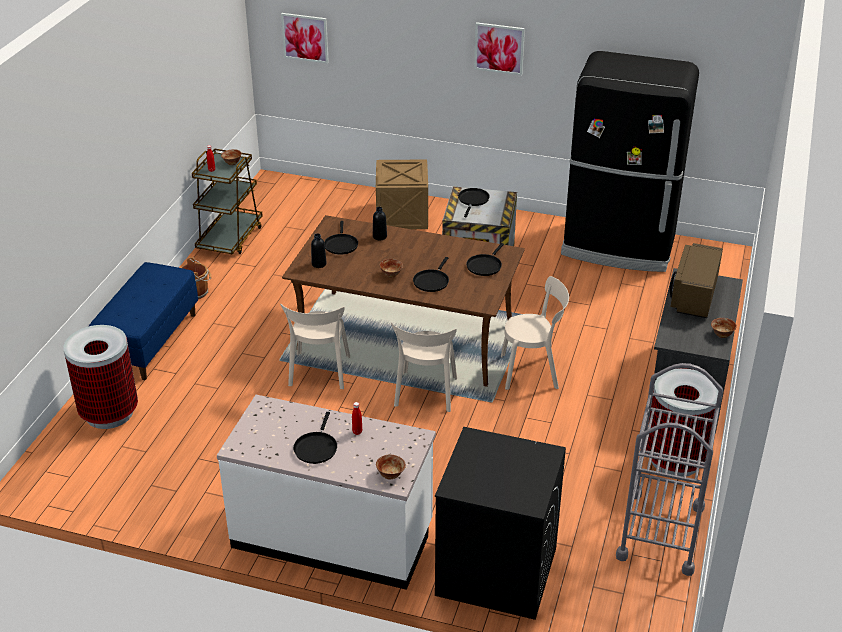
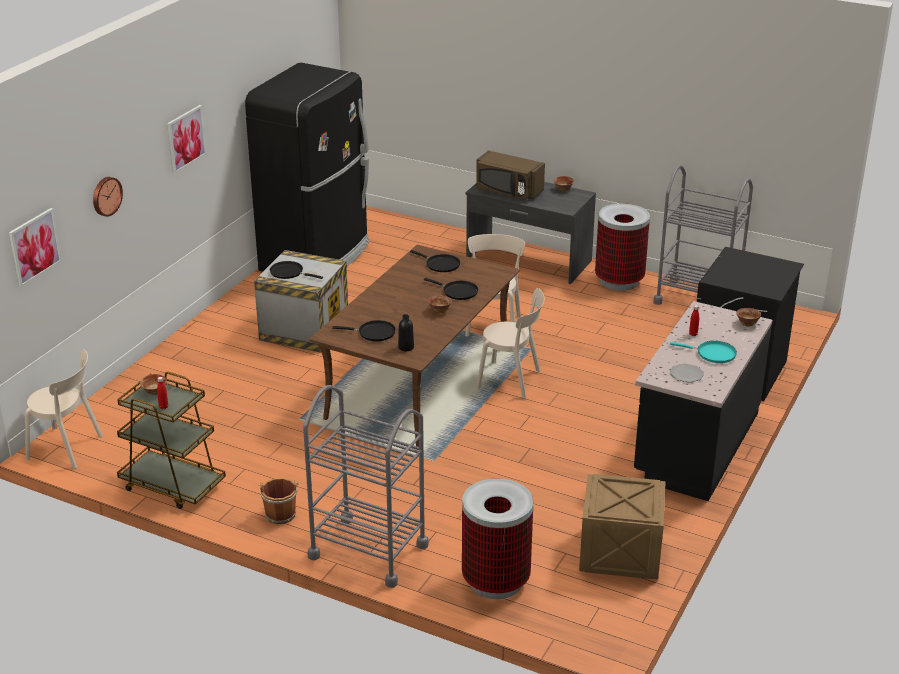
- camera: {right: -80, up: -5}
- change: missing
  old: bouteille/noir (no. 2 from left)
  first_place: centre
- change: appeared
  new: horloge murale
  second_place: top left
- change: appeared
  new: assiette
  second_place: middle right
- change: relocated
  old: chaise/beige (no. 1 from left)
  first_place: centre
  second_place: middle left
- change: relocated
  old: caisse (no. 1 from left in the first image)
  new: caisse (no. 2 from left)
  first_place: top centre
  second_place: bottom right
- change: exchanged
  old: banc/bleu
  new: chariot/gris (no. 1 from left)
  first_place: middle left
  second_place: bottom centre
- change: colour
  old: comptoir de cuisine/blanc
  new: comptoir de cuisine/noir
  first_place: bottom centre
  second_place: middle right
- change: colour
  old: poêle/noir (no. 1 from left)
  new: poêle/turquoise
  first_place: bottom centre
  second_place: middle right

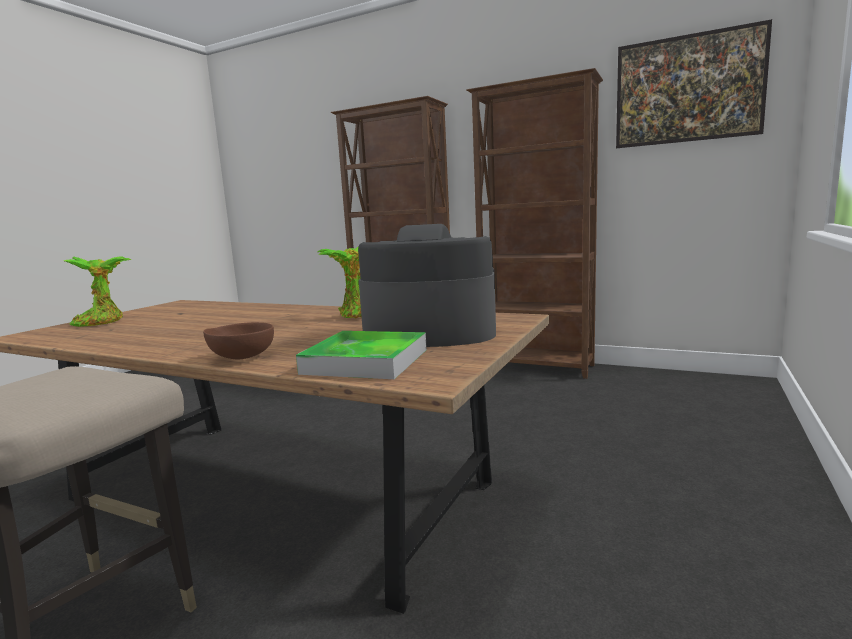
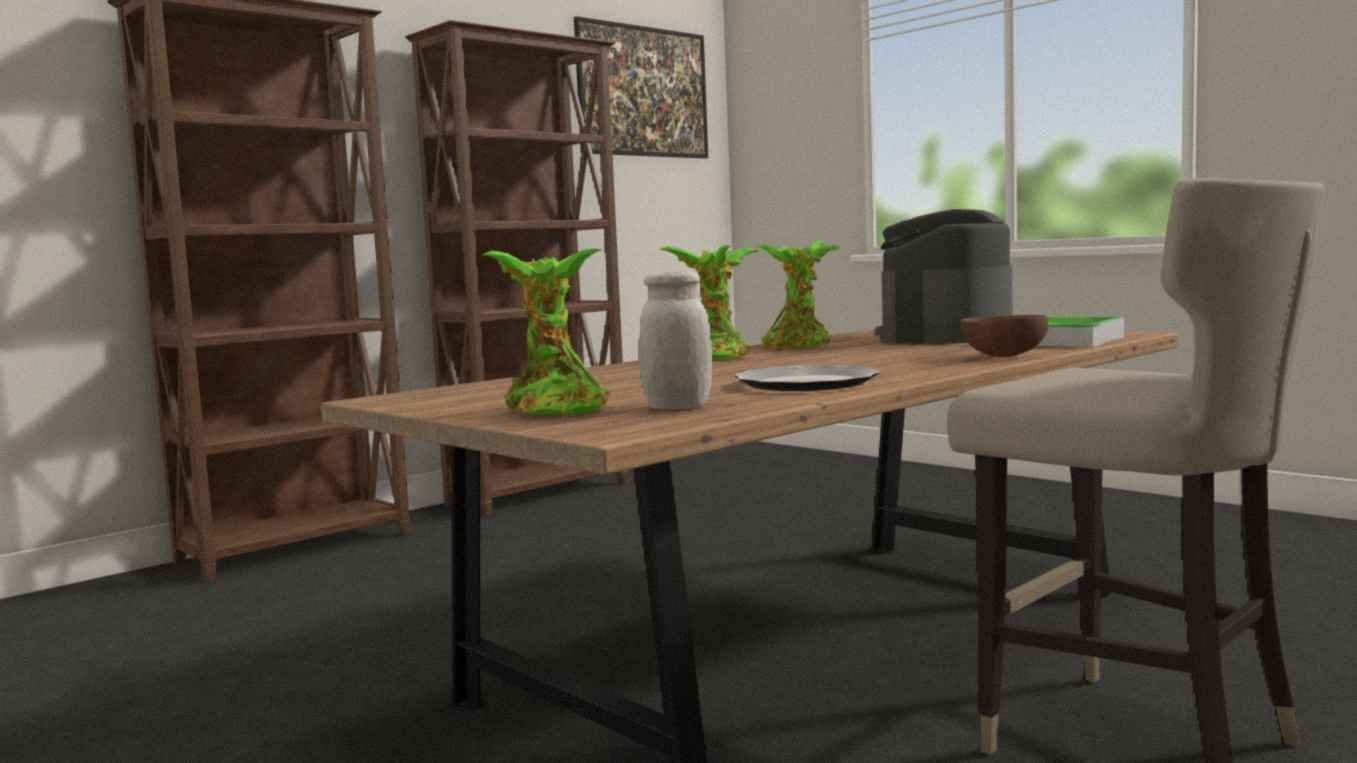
- camera: {right: -70, up: -5}
- change: appeared
  new: bocal/blanc
  second_place: centre
- change: appeared
  new: plante en pot (no. 2 from left)
  second_place: centre
- change: appeared
  new: assiette
  second_place: centre

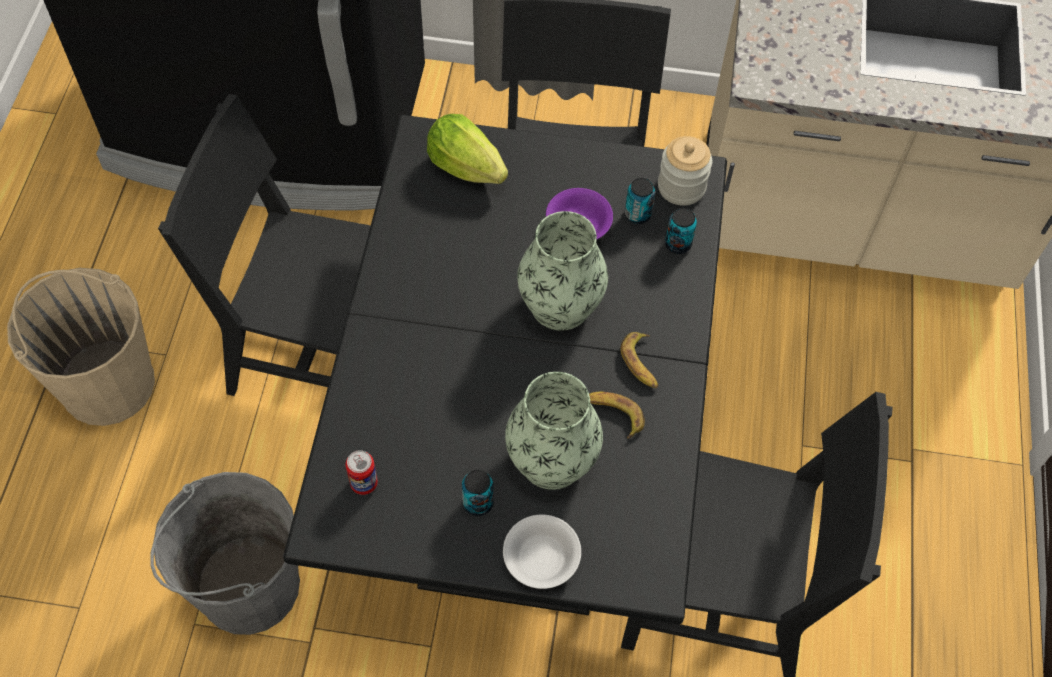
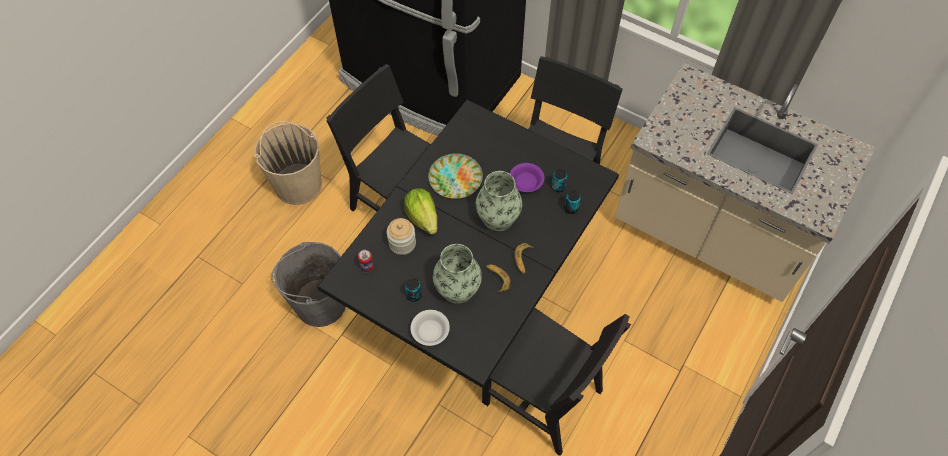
- camera: {right: 25, up: 0}
- change: appeared
  new: assiette
  second_place: centre
- change: relocated
  old: laitue
  first_place: top centre
  second_place: centre
- change: relocated
  old: bocal
  first_place: top centre
  second_place: centre

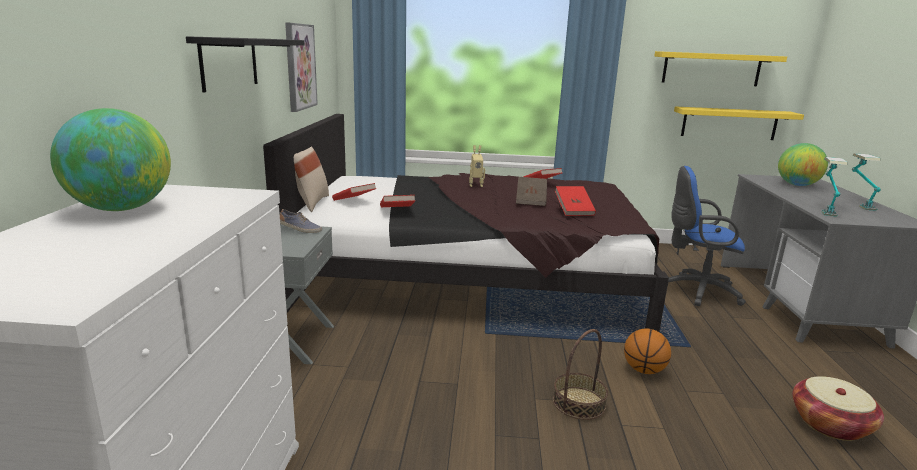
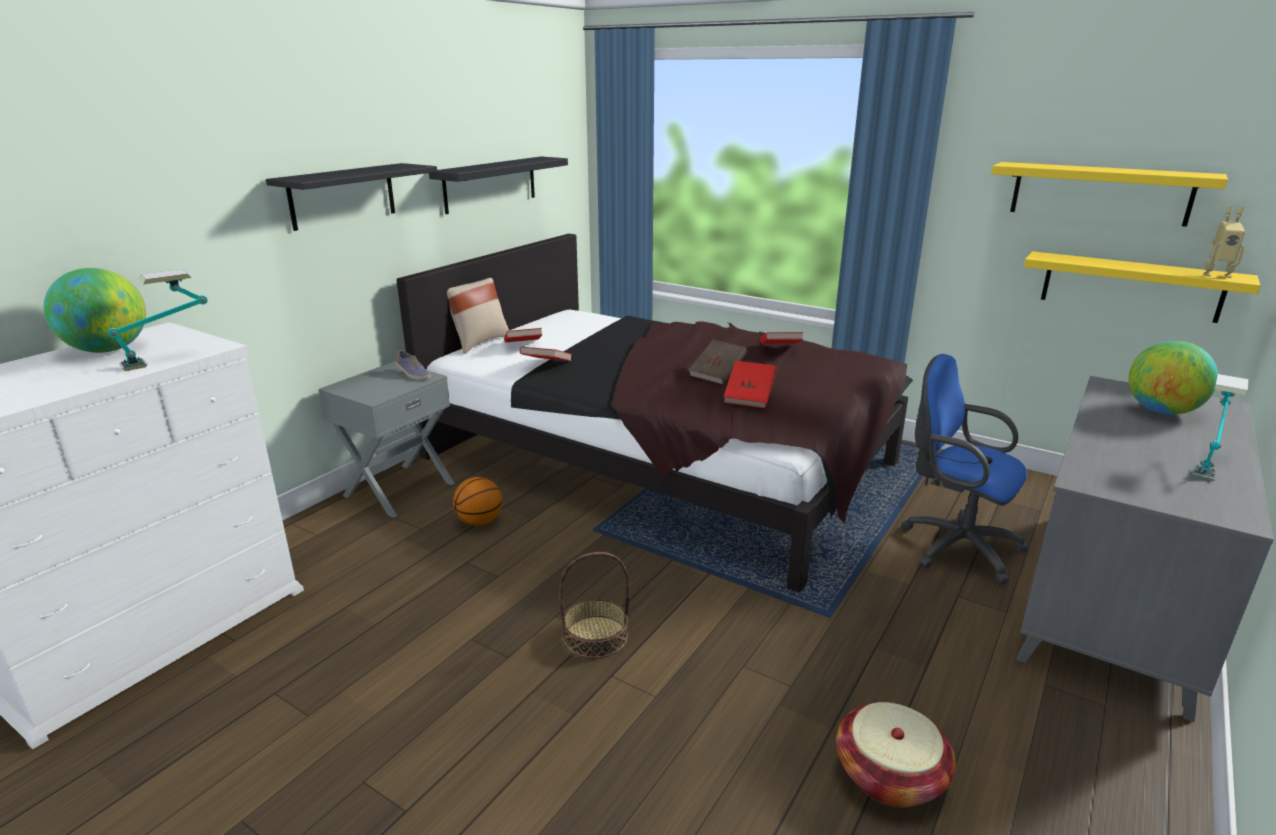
- camera: {right: 30, up: 5}
- change: relocated
  old: robot jouet
  first_place: centre
  second_place: top right
- change: relocated
  old: ballon de basket
  first_place: bottom right
  second_place: centre
- change: relocated
  old: lampe de table (no. 1 from left)
  first_place: middle right
  second_place: middle left
- change: exchanged
  old: tableau
  new: étagère/noir (no. 2 from left)
  first_place: top left
  second_place: top centre

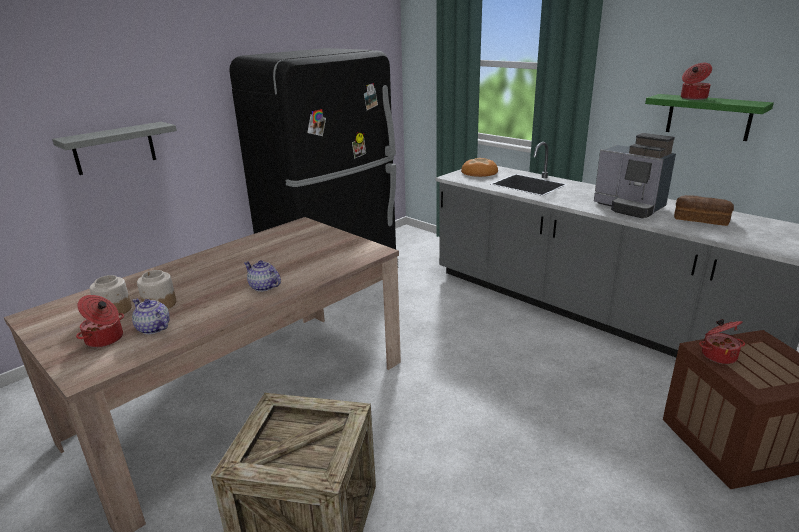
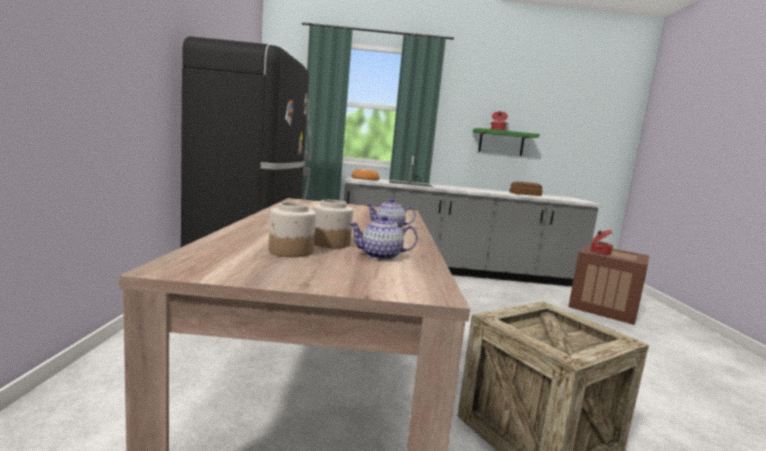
- camera: {right: -45, up: -15}
- change: missing
  old: étagère/gris
  first_place: top left
- change: missing
  old: marmite (no. 1 from left)
  first_place: middle left
- change: missing
  old: machine à café
  first_place: top right

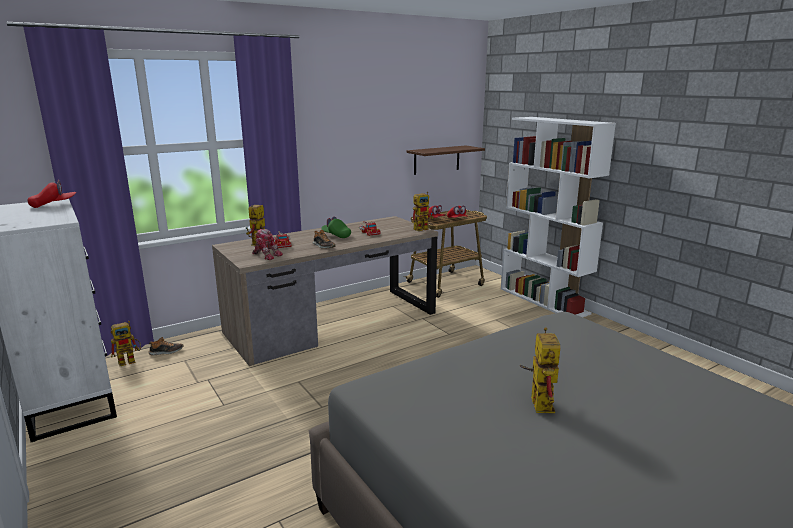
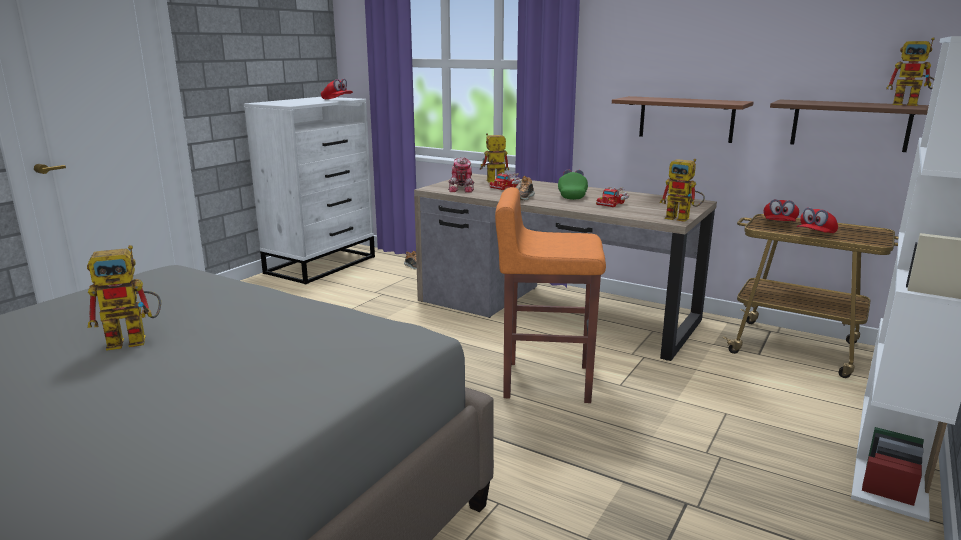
- camera: {right: 65, up: 0}
- change: appeared
  new: tabouret/orange
  second_place: centre
- change: appeared
  new: étagère/marron (no. 1 from left)
  second_place: top right
- change: relocated
  old: robot jouet (no. 1 from left in the first image)
  new: robot jouet (no. 5 from left)
  first_place: middle left
  second_place: top right

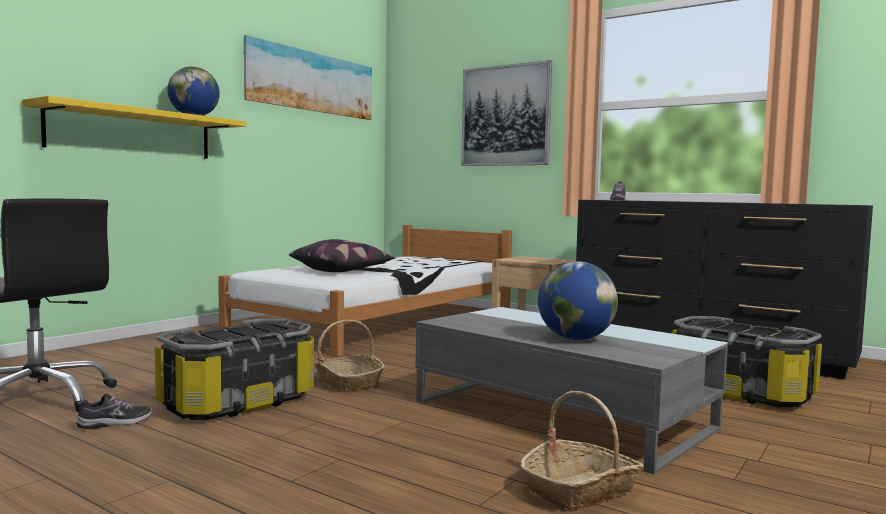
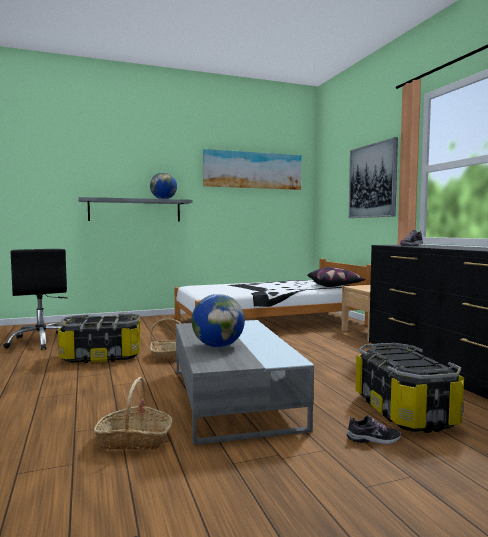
- camera: {right: 35, up: 0}
- change: relocated
  old: chaussure (no. 1 from left)
  first_place: bottom left
  second_place: bottom right
- change: relocated
  old: coussin
  first_place: centre
  second_place: middle right
- change: colour
  old: étagère/jaune
  new: étagère/gris
  first_place: top left
  second_place: middle left

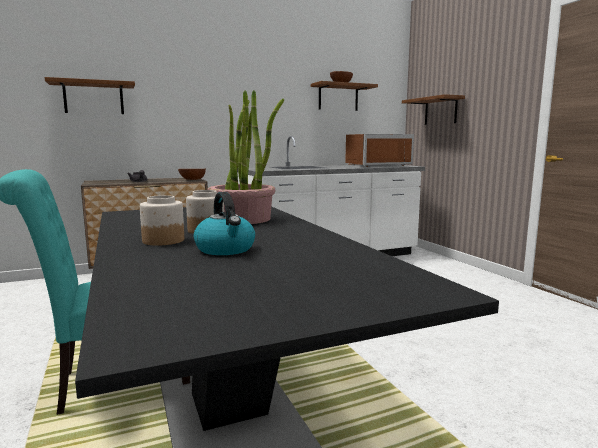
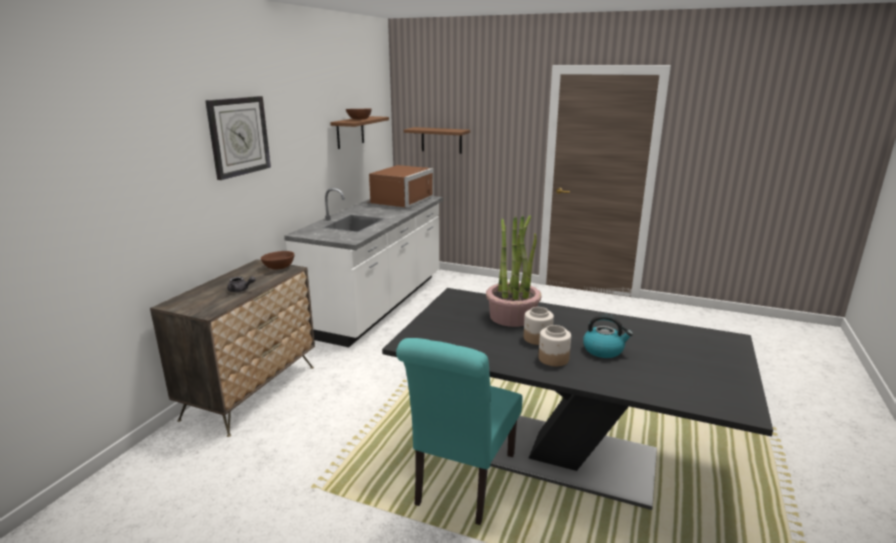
- camera: {right: -45, up: 10}
- change: missing
  old: étagère/marron (no. 1 from left)
  first_place: top left
- change: appeared
  new: horloge murale
  second_place: top left

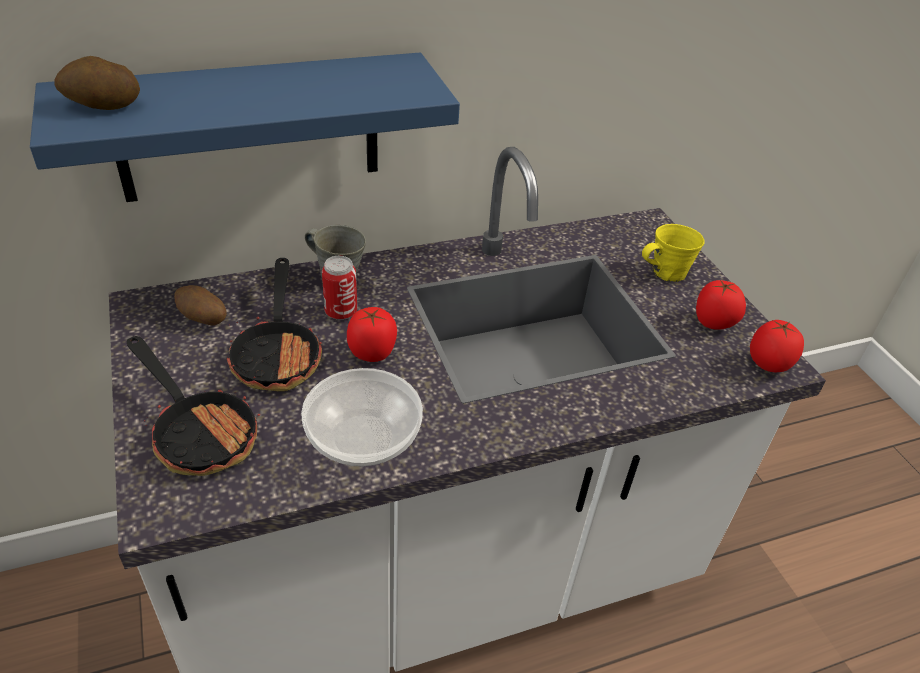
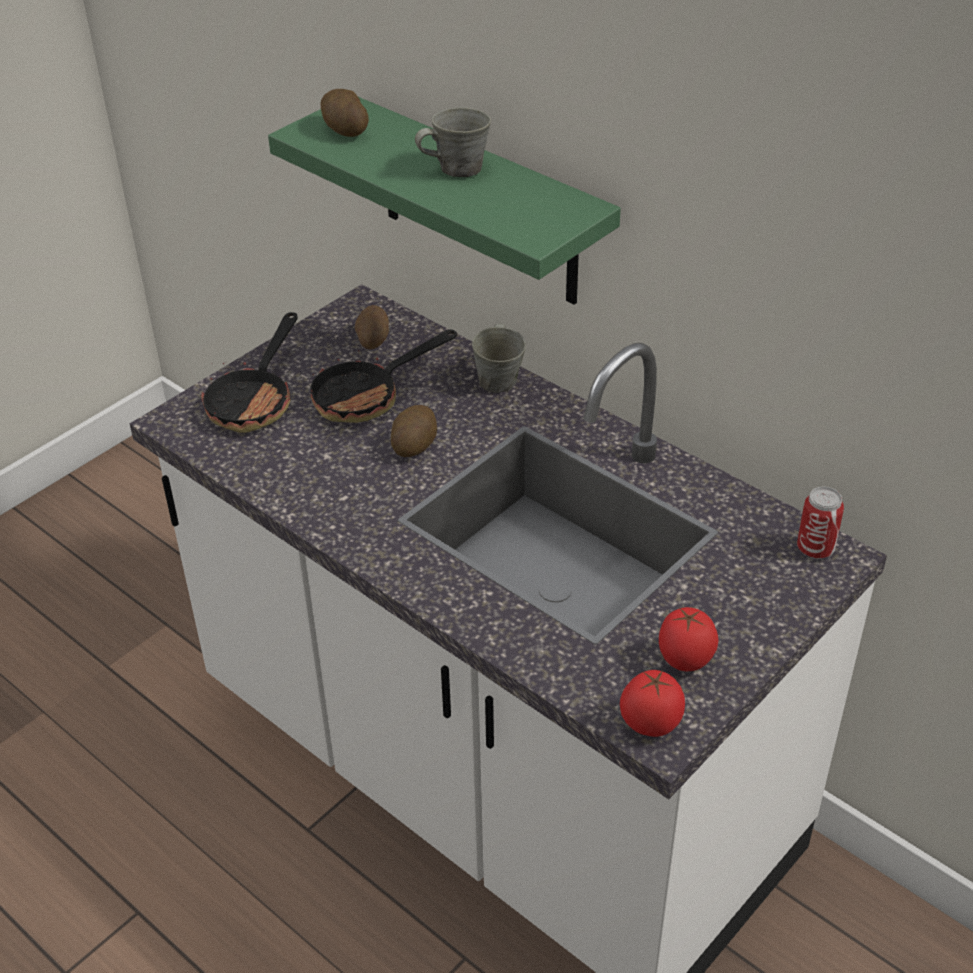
- camera: {right: 65, up: 0}
- change: missing
  old: bol
  first_place: centre
- change: missing
  old: mug/jaune
  first_place: middle right
- change: appeared
  new: mug/gris (no. 1 from left)
  second_place: top centre
- change: relocated
  old: boîte métallique
  first_place: centre
  second_place: middle right
- change: exchanged
  old: tomate (no. 1 from left)
  new: pomme de terre (no. 3 from left)
  first_place: centre
  second_place: centre
- change: colour
  old: étagère/bleu
  new: étagère/vert
  first_place: top left
  second_place: top centre

